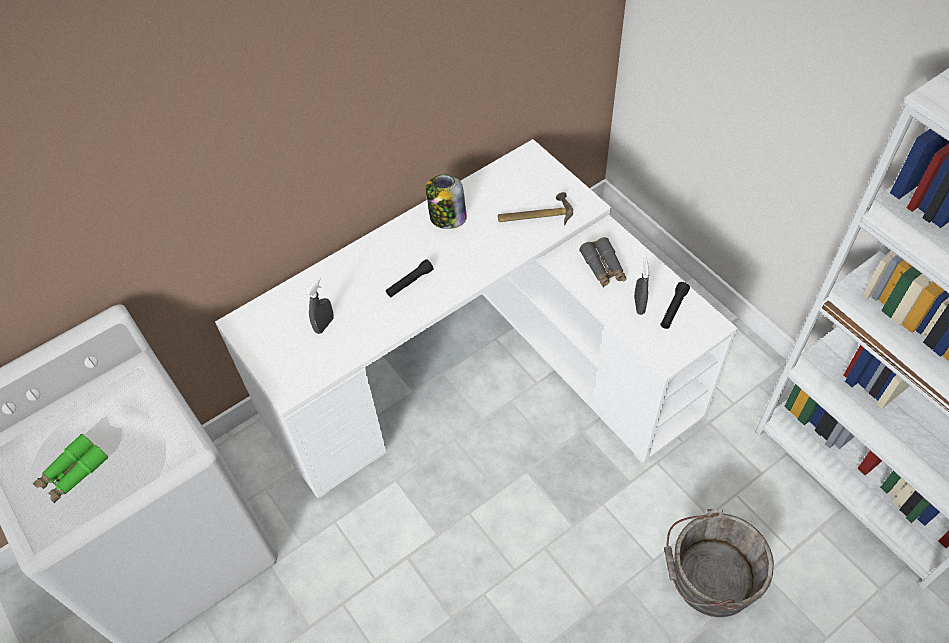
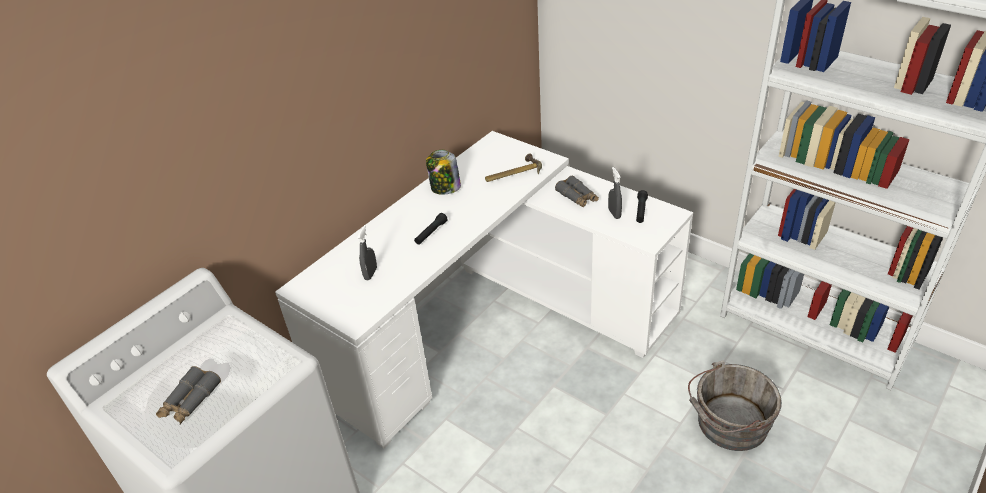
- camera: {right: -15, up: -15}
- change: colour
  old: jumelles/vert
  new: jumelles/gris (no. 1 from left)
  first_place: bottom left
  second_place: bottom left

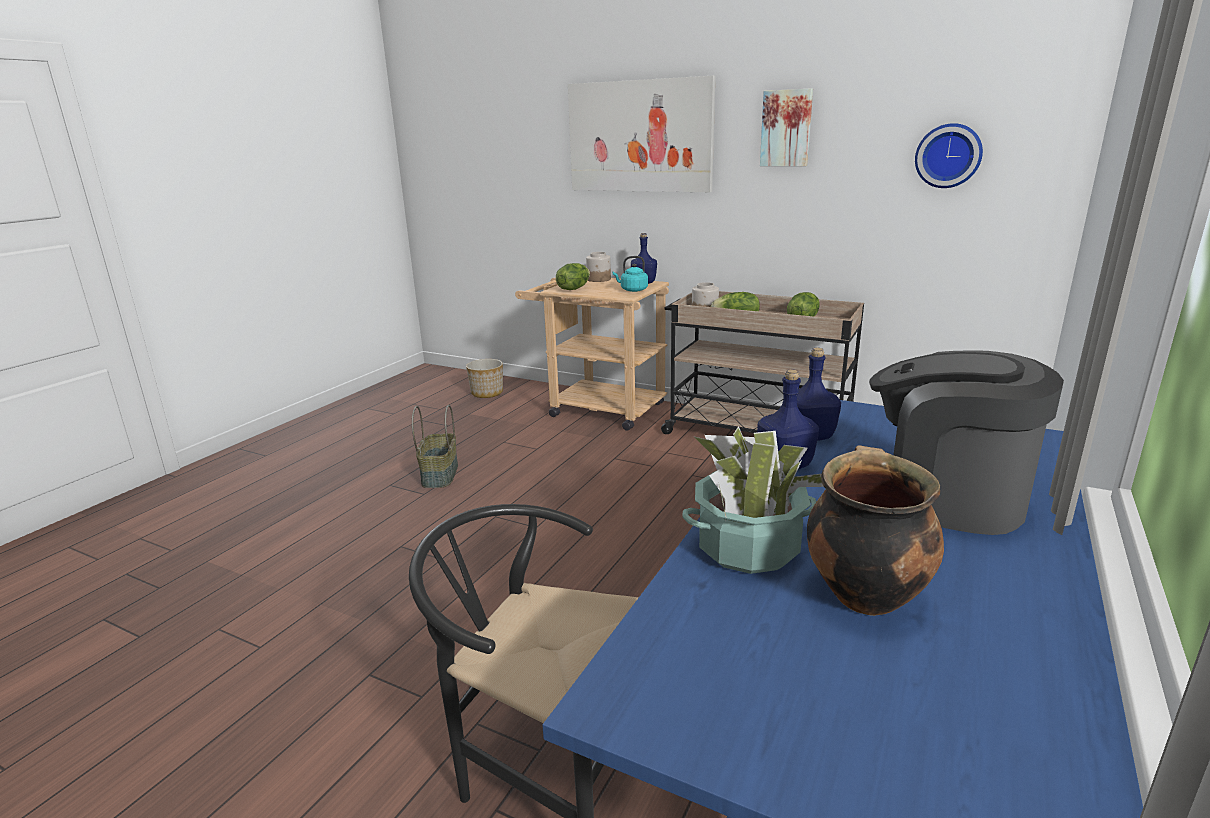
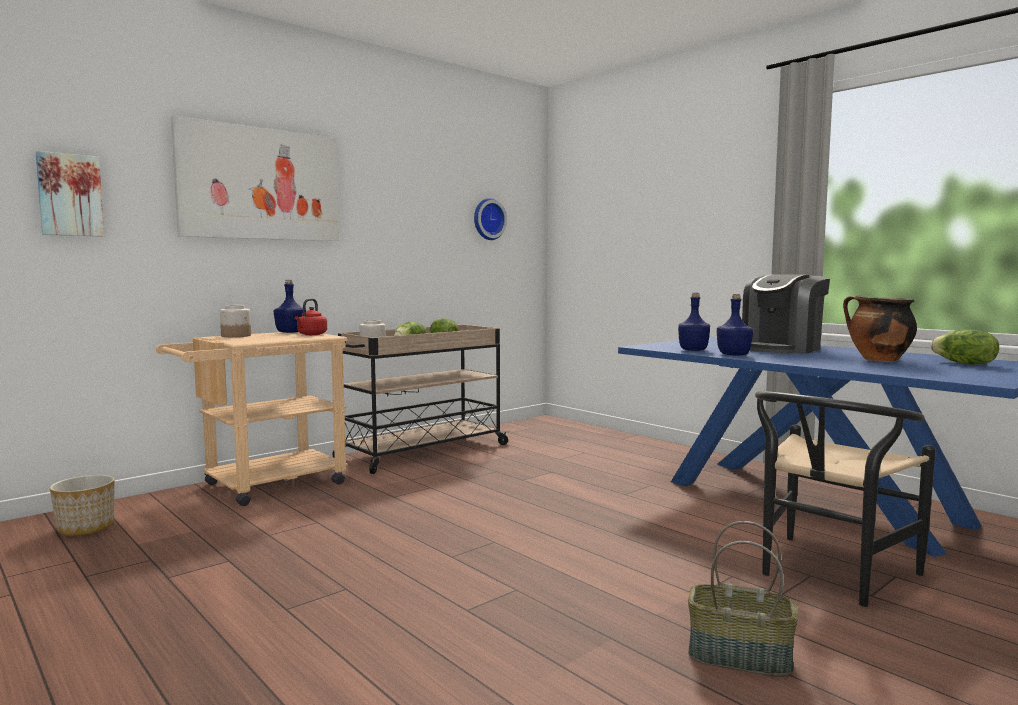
- camera: {right: -70, up: -15}
- change: missing
  old: plante en pot
  first_place: centre
- change: relocated
  old: panier
  first_place: centre
  second_place: bottom right
- change: relocated
  old: laitue (no. 1 from left in the first image)
  new: laitue (no. 3 from left)
  first_place: centre
  second_place: middle right
- change: relocated
  old: tableau (no. 2 from left in the first image)
  new: tableau (no. 1 from left)
  first_place: top centre
  second_place: top left
- change: colour
  old: bouilloire/turquoise
  new: bouilloire/rouge
  first_place: centre
  second_place: middle left

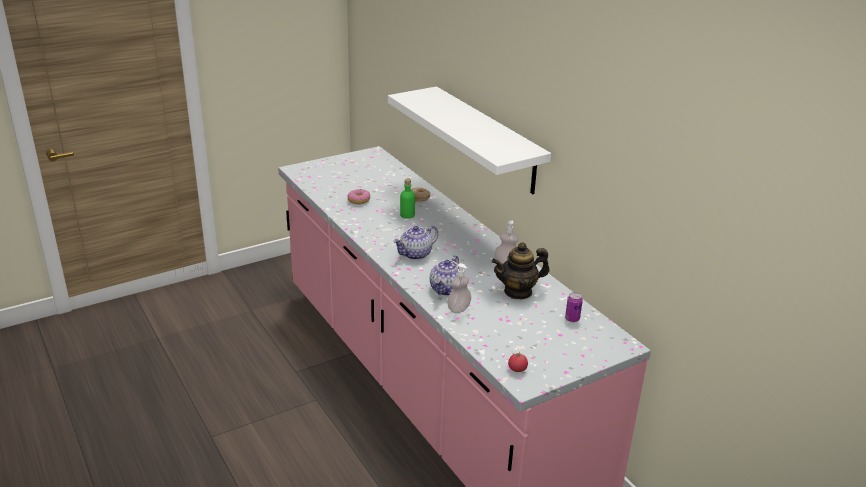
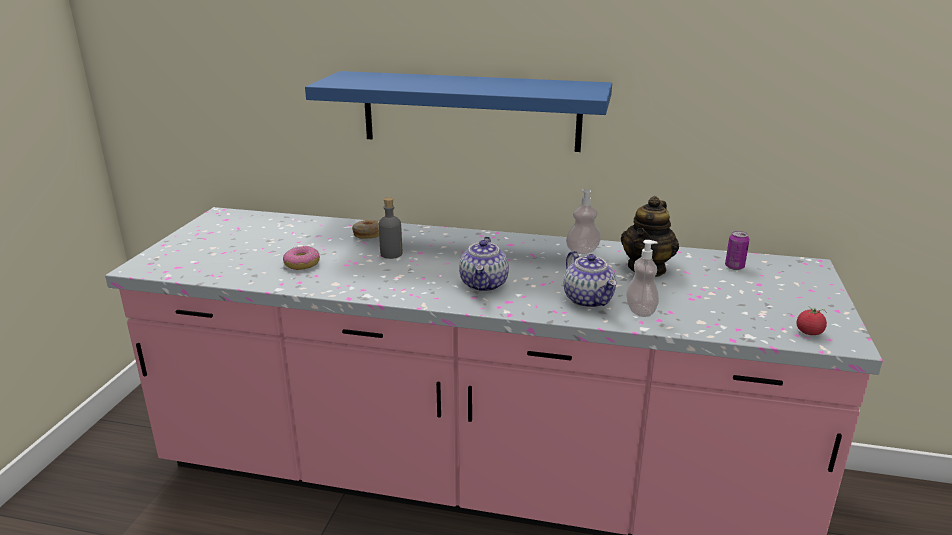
- camera: {right: -45, up: -5}
- change: colour
  old: étagère/blanc
  new: étagère/bleu
  first_place: top centre
  second_place: top centre
- change: colour
  old: bouteille/vert
  new: bouteille/gris
  first_place: centre
  second_place: centre

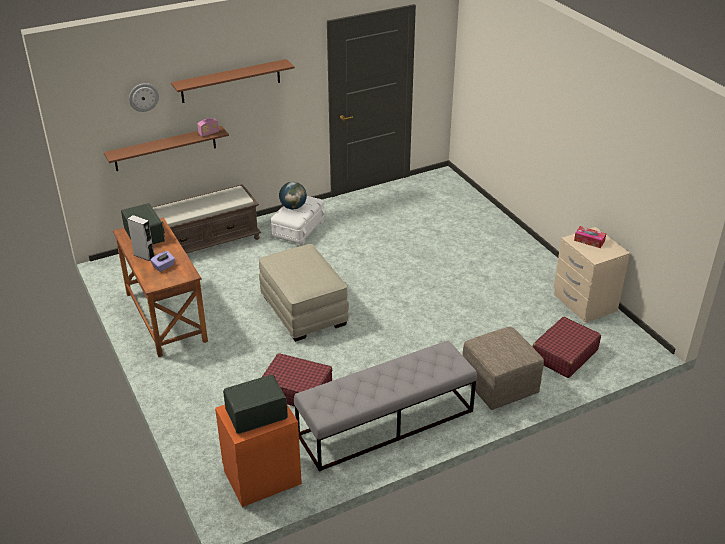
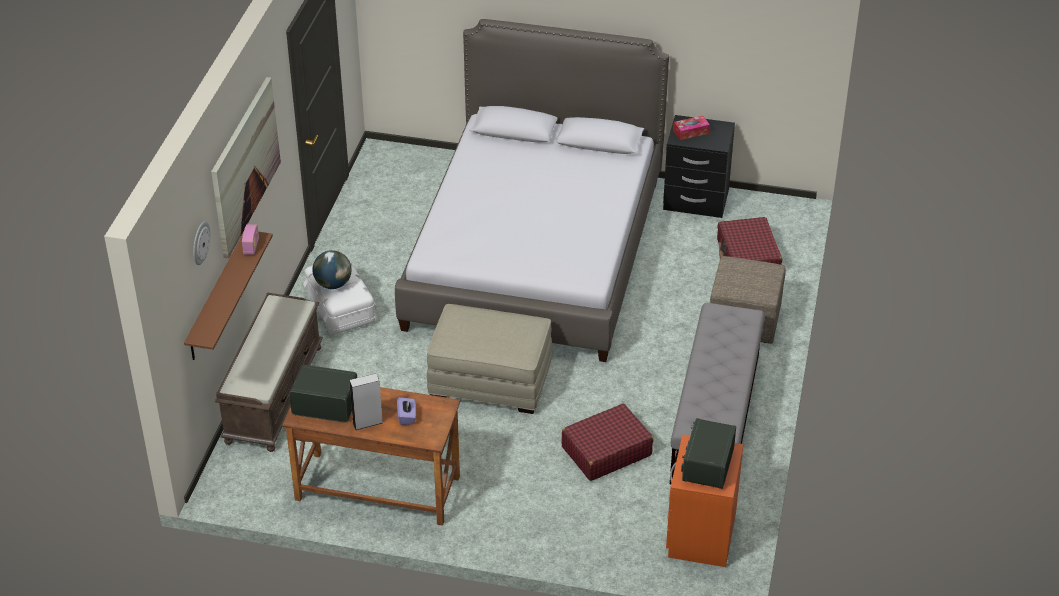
- camera: {right: -50, up: 5}
- change: appeared
  new: lit
  second_place: top centre
- change: exchanged
  old: étagère/marron (no. 2 from left)
  new: tableau
  first_place: top left
  second_place: top left
- change: colour
  old: table de chevet/beige
  new: table de chevet/noir
  first_place: middle right
  second_place: top centre

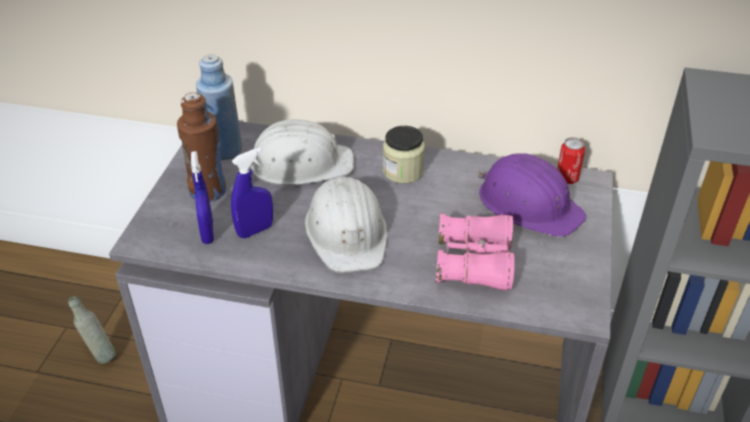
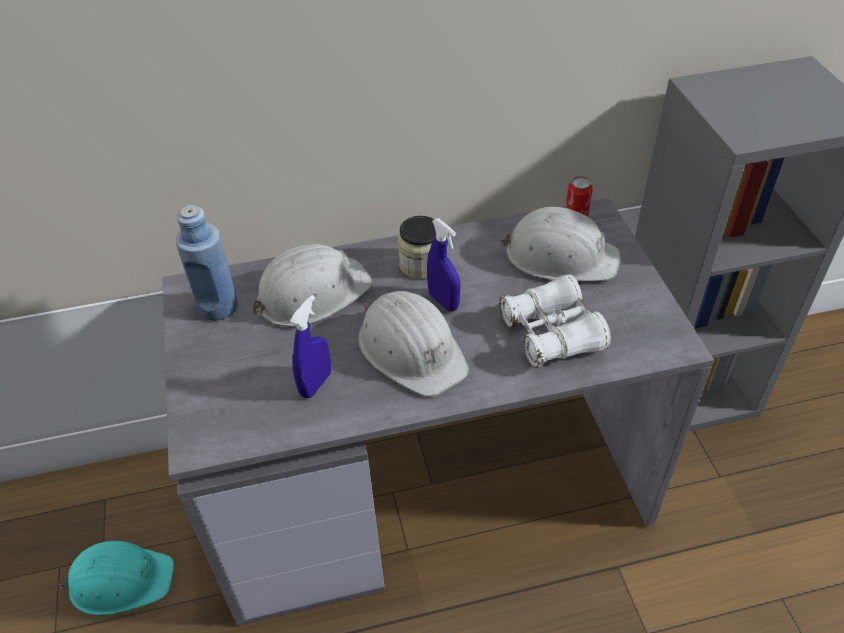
- camera: {right: -25, up: 5}
- change: missing
  old: bouteille/marron
  first_place: middle left
- change: relocated
  old: vaporisateur/bleu (no. 1 from left in the first image)
  new: vaporisateur/bleu (no. 2 from left)
  first_place: middle left
  second_place: centre
- change: exchanged
  old: bouteille/gris
  new: casque de chantier/turquoise
  first_place: bottom left
  second_place: bottom left
- change: colour
  old: jumelles/rose
  new: jumelles/blanc
  first_place: centre
  second_place: centre
- change: colour
  old: casque de chantier/violet
  new: casque de chantier/blanc (no. 3 from left)
  first_place: middle right
  second_place: centre

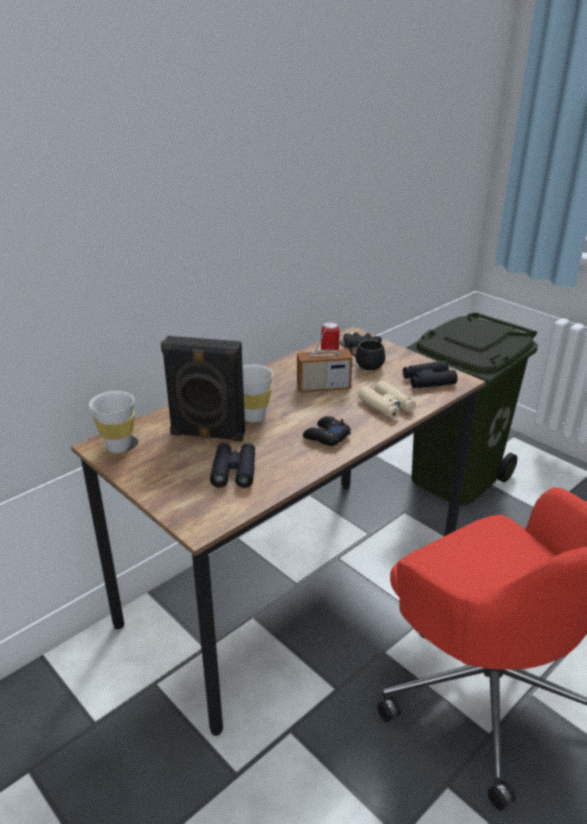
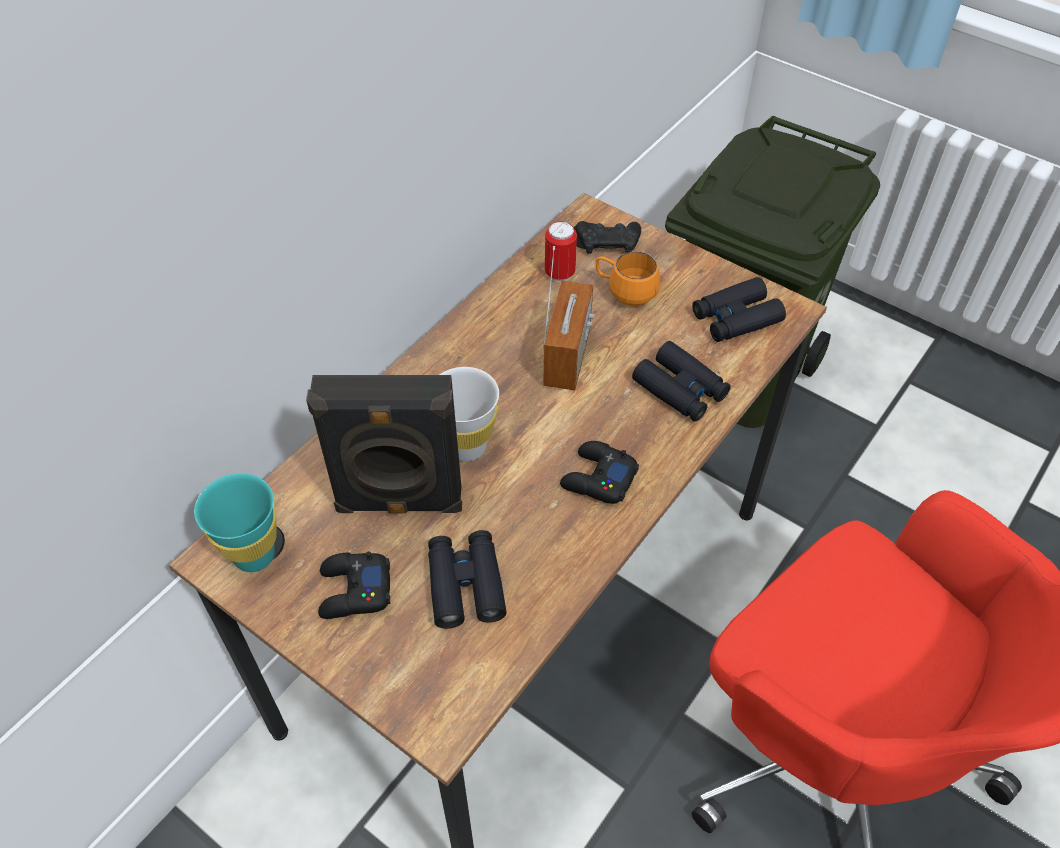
- camera: {right: -10, up: 20}
- change: appeared
  new: manette/noir (no. 1 from left)
  second_place: bottom centre
- change: colour
  old: tasse/blanc (no. 1 from left)
  new: tasse/turquoise
  first_place: middle left
  second_place: middle left
- change: colour
  old: mug/noir
  new: mug/orange
  first_place: centre
  second_place: top centre
- change: colour
  old: jumelles/beige
  new: jumelles/noir (no. 2 from left)
  first_place: centre
  second_place: centre
- change: spun
  old: radio
  first_place: centre
  second_place: centre
  degrees: -60

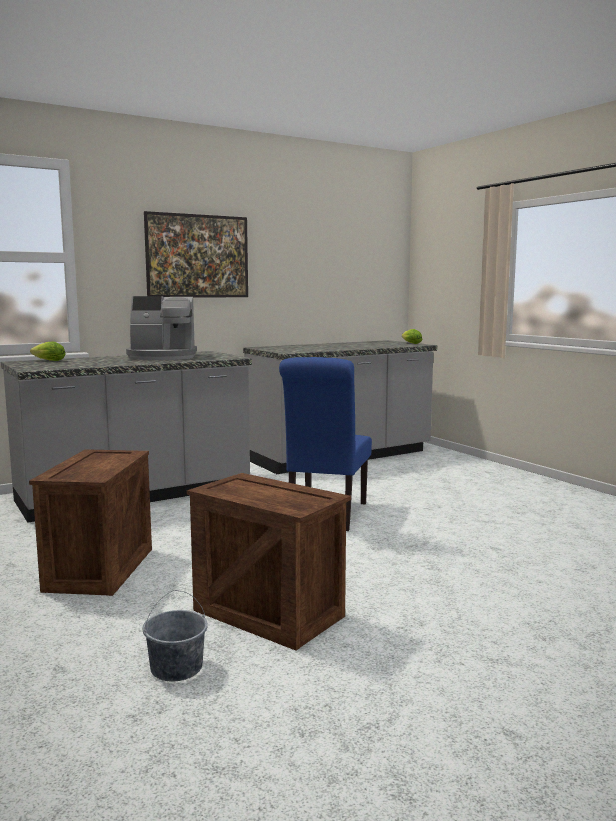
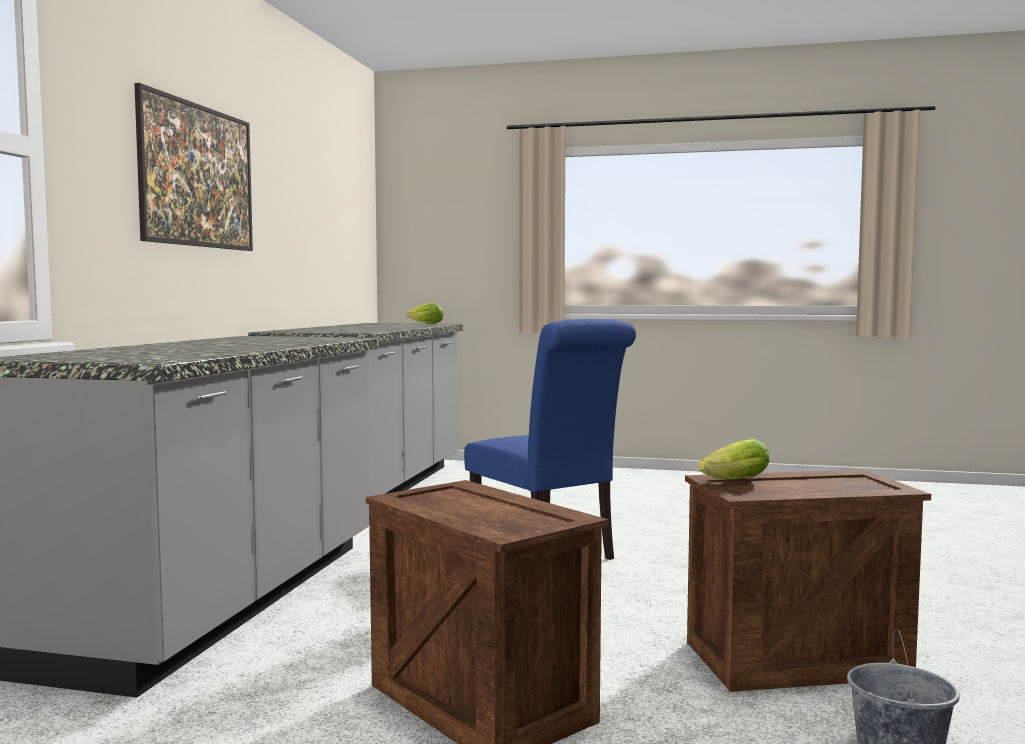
- camera: {right: -45, up: -5}
- change: missing
  old: machine à café
  first_place: middle left
- change: relocated
  old: laitue (no. 1 from left in the first image)
  new: laitue (no. 2 from left)
  first_place: middle left
  second_place: middle right

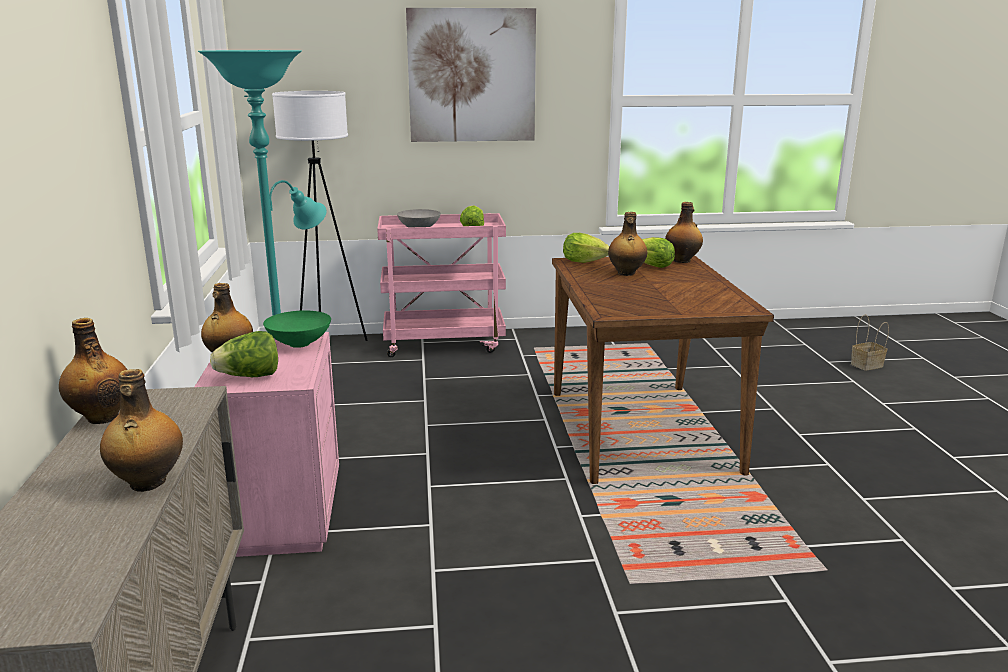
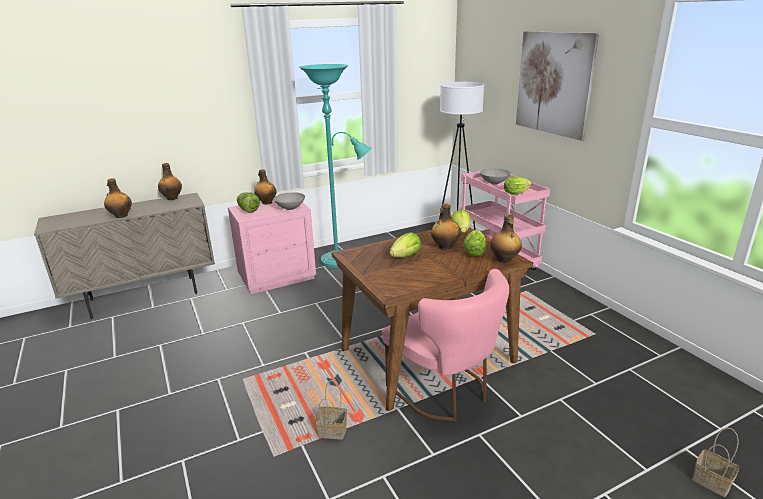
- camera: {right: 70, up: 5}
- change: appeared
  new: panier (no. 1 from left)
  second_place: bottom centre
- change: appeared
  new: chaise/rose
  second_place: bottom centre
- change: appeared
  new: laitue (no. 2 from left)
  second_place: centre
- change: colour
  old: bol/vert
  new: bol/gris (no. 1 from left)
  first_place: middle left
  second_place: centre

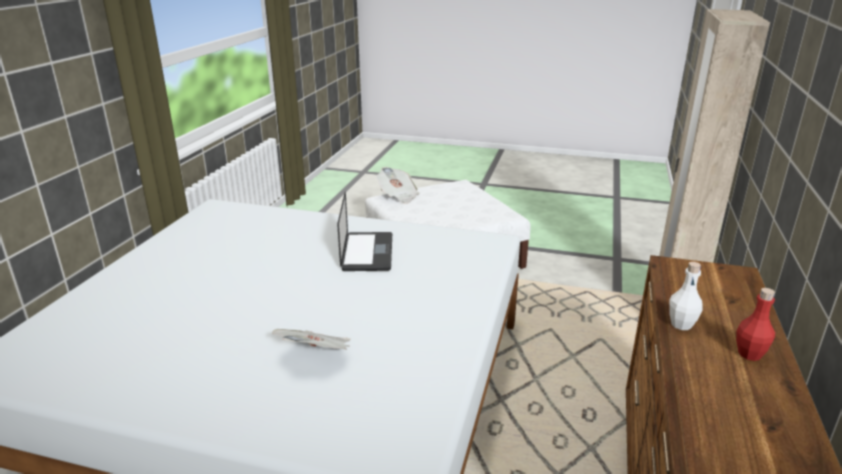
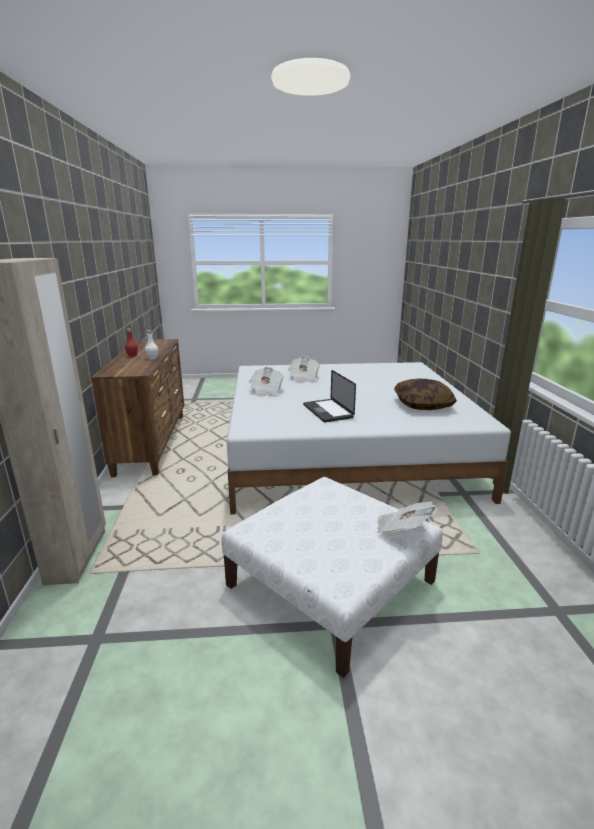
- camera: {right: 160, up: -5}
- change: appeared
  new: journal (no. 1 from left)
  second_place: centre
- change: appeared
  new: coussin
  second_place: middle right

